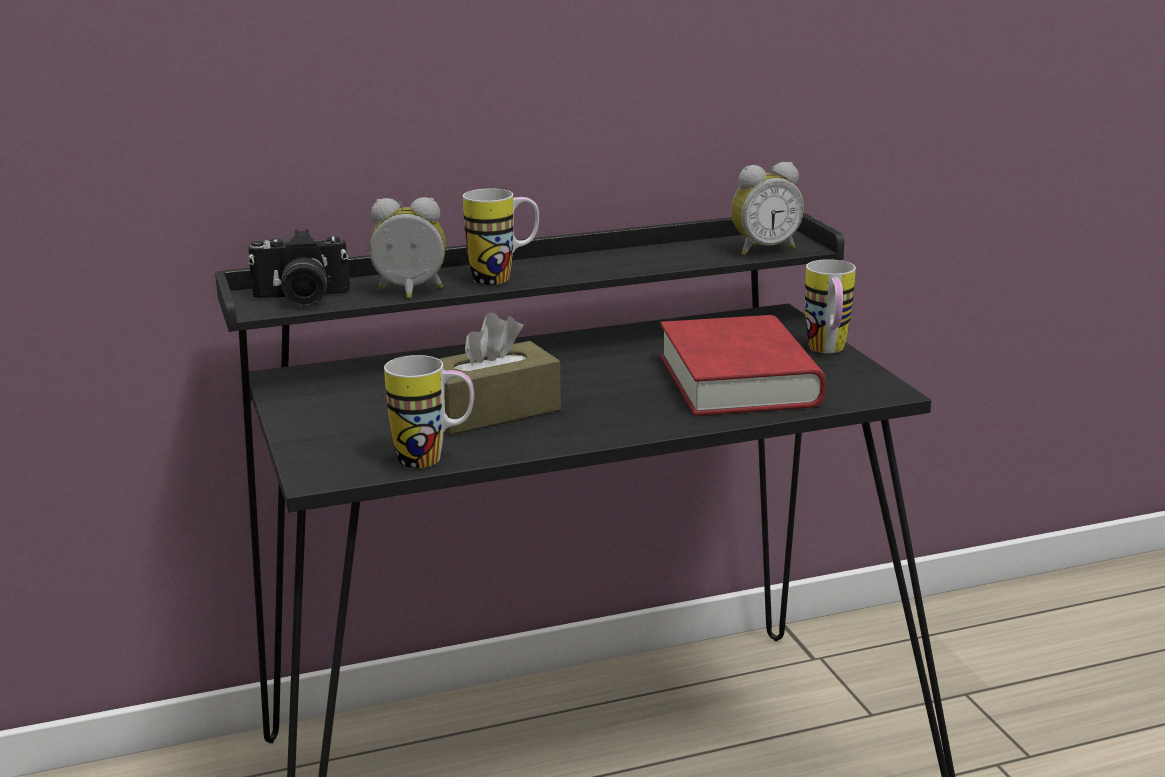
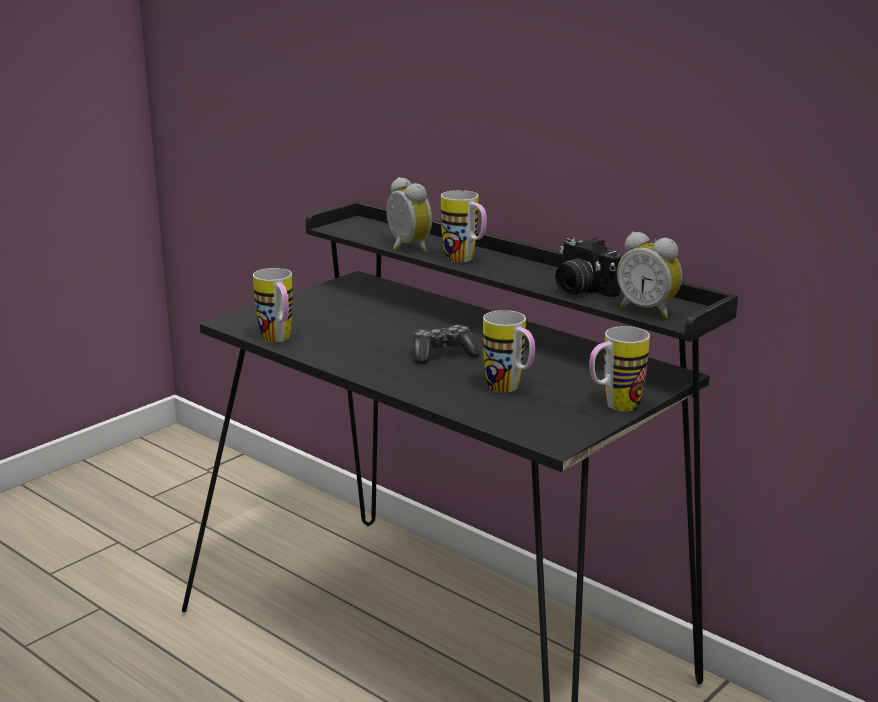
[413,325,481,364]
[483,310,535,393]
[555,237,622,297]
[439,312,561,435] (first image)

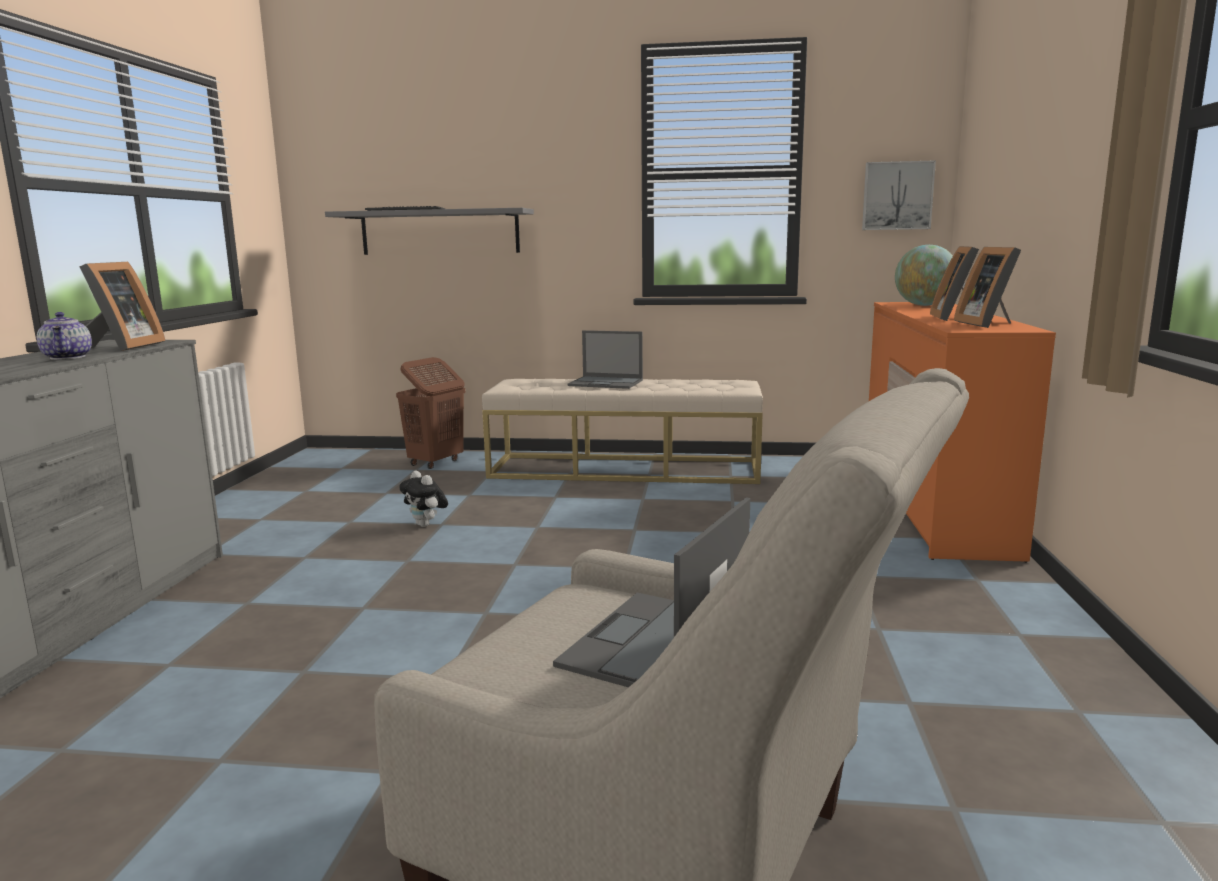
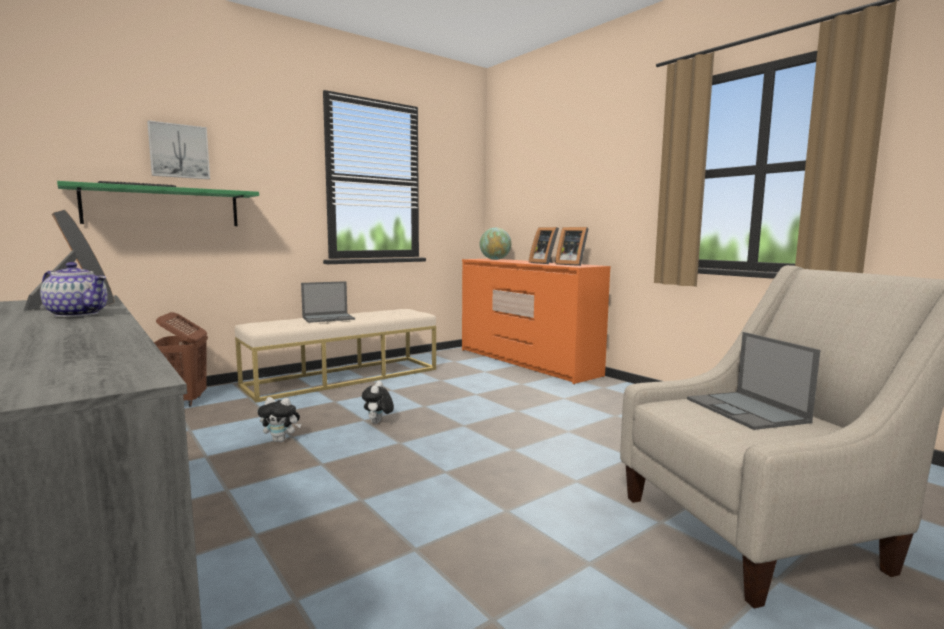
[57,181,259,226]
[147,120,210,179]
[362,381,394,424]

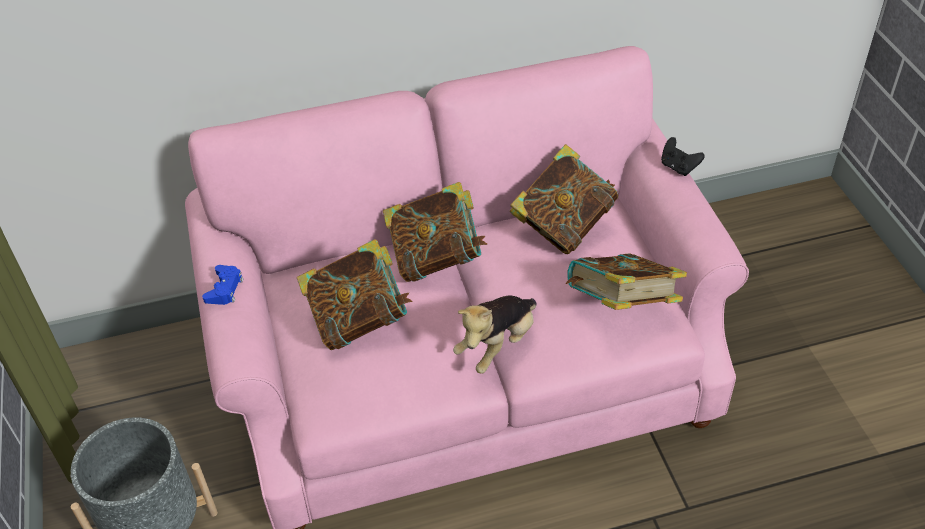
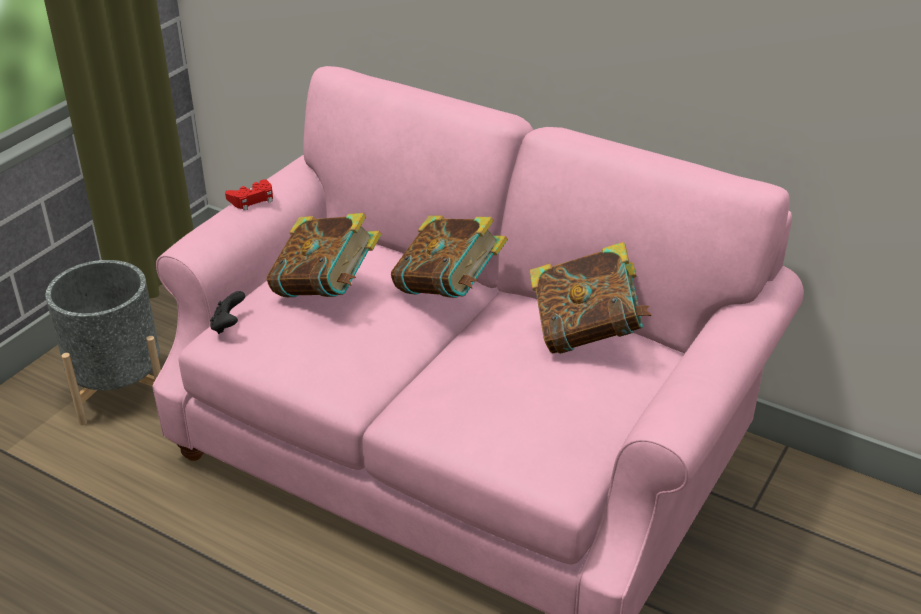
[210,291,245,334]
[225,179,273,210]
[453,295,537,374] (first image)
[566,253,687,310] (first image)

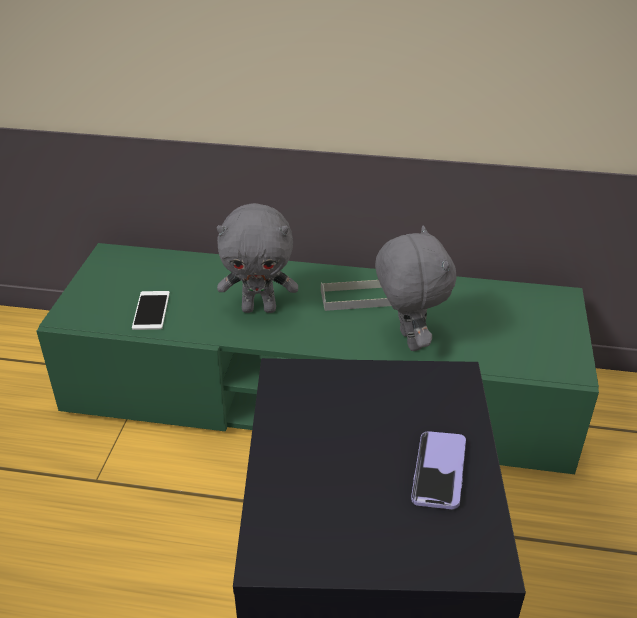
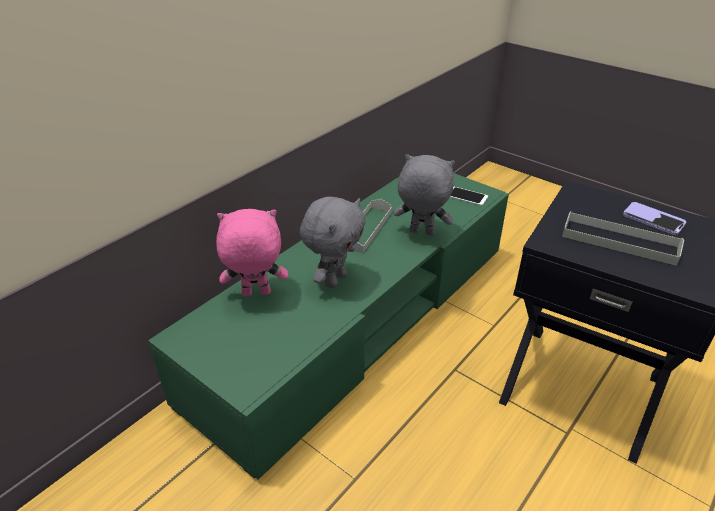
[216,209,288,296]
[450,186,488,206]
[562,211,684,266]

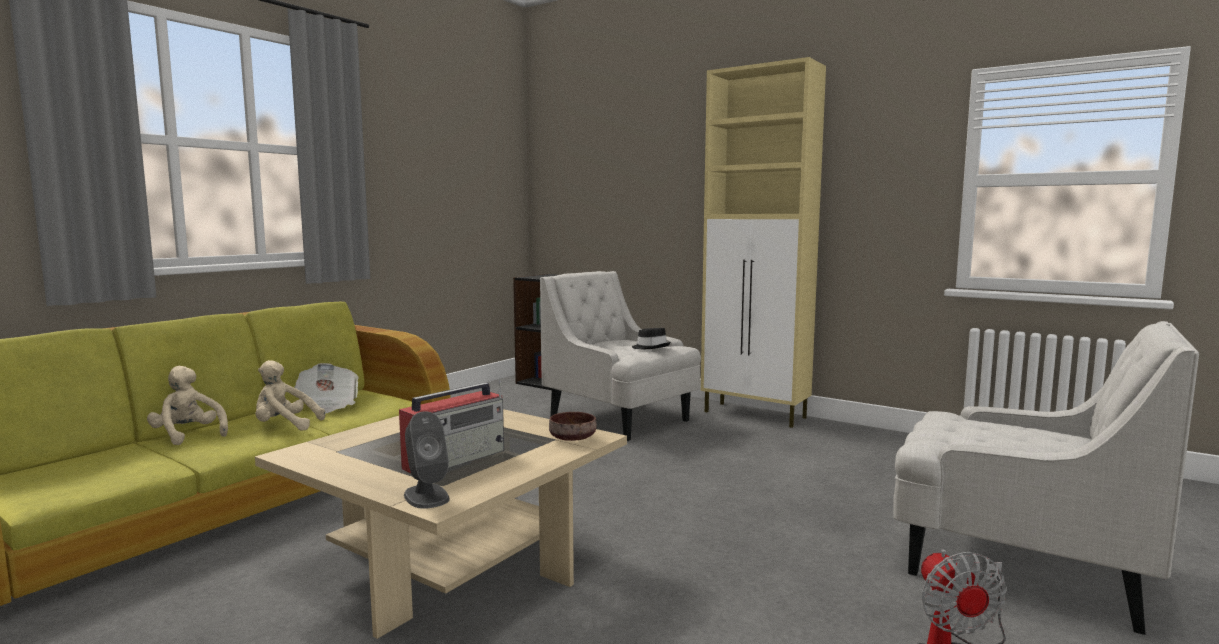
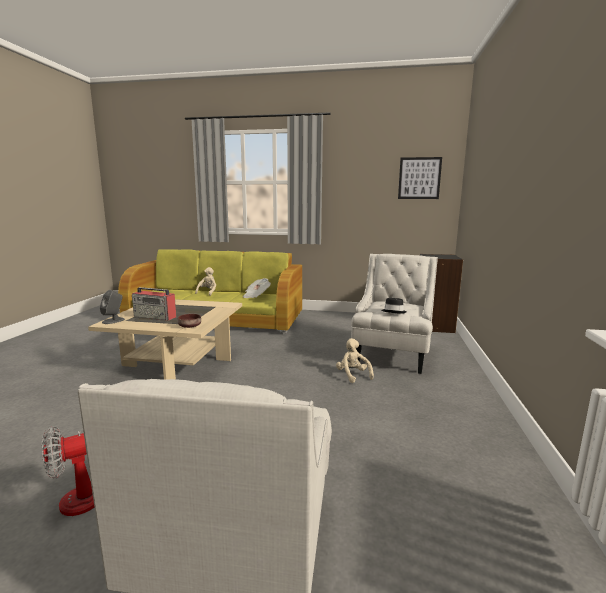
[336,338,374,383]
[398,157,442,199]
[701,57,826,428] (first image)

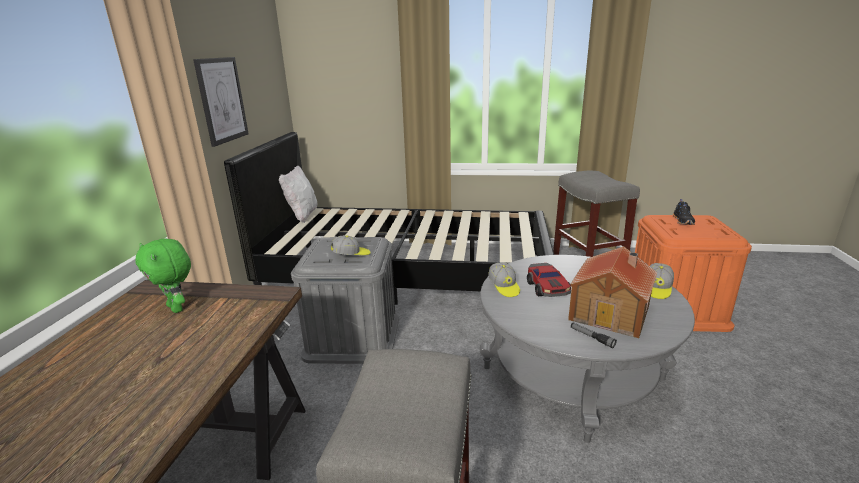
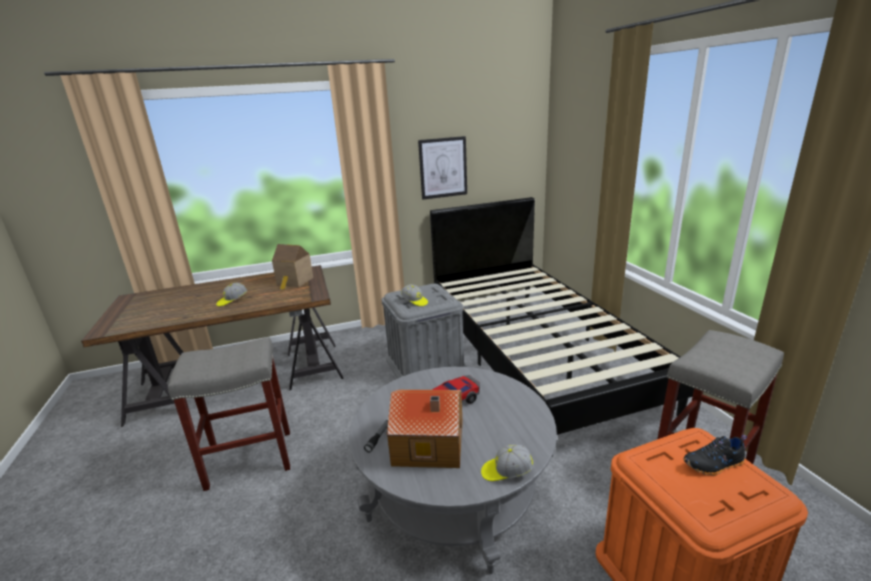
[216,283,247,307]
[272,244,314,290]
[279,166,317,223] (first image)

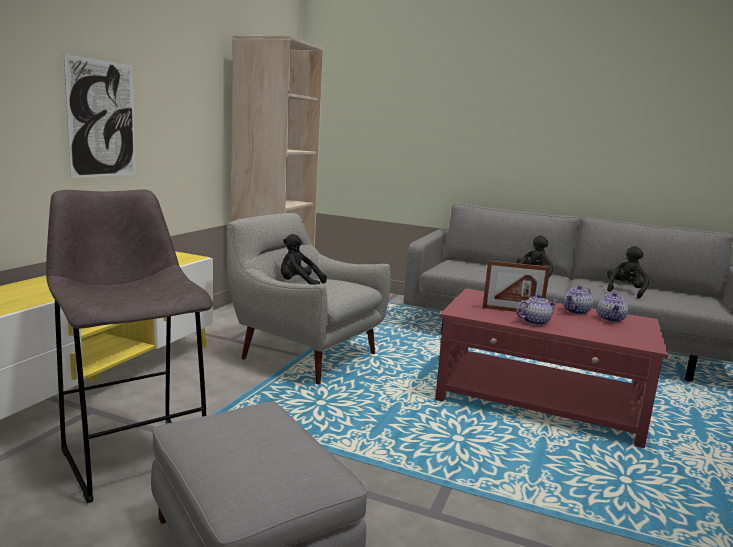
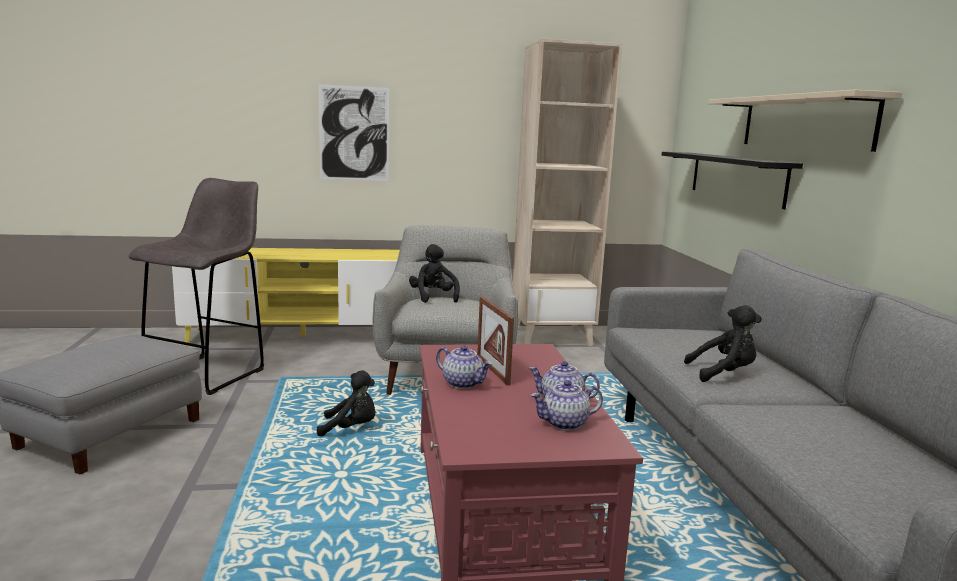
[317,370,375,436]
[662,152,803,209]
[708,89,902,152]

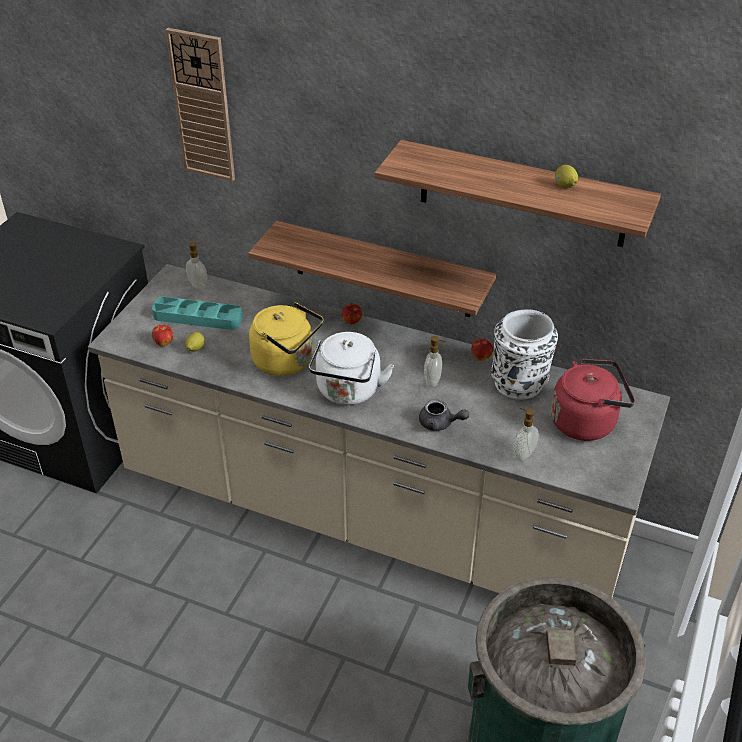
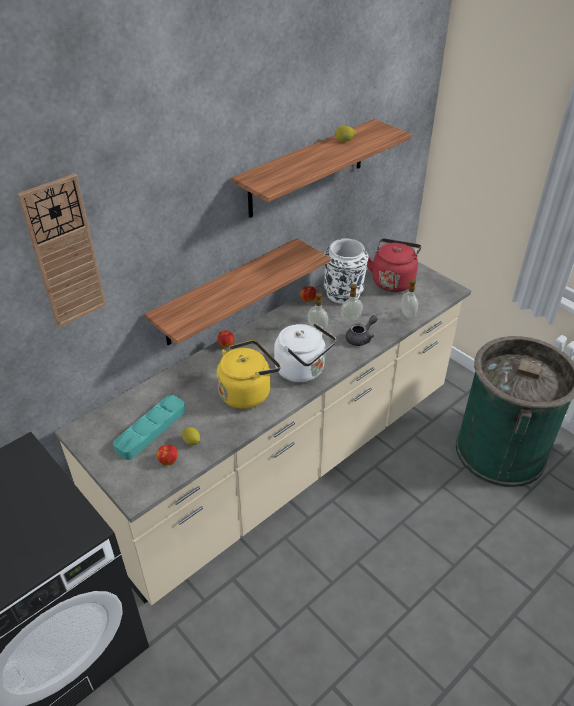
[341,283,363,322]

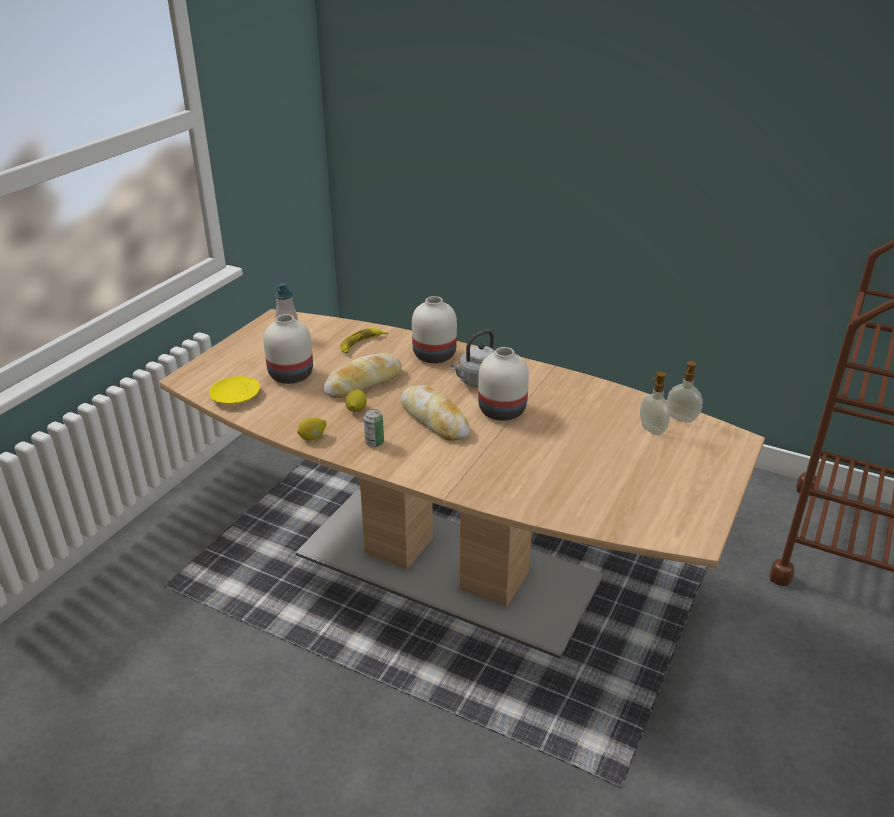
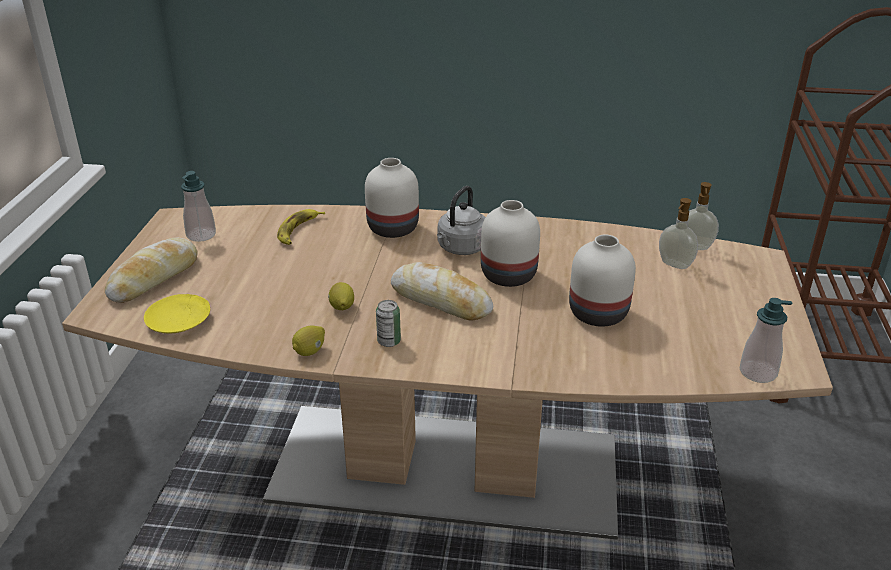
[105,238,198,303]
[569,235,636,327]
[740,298,792,383]

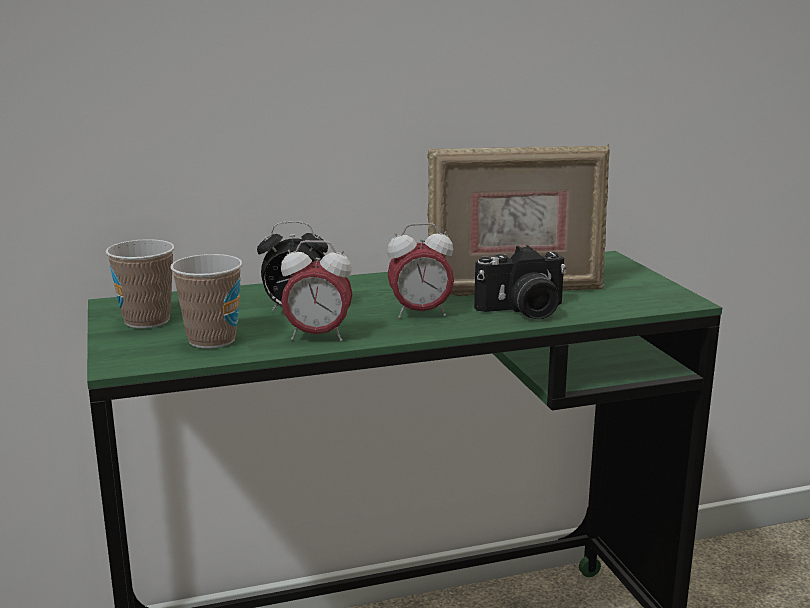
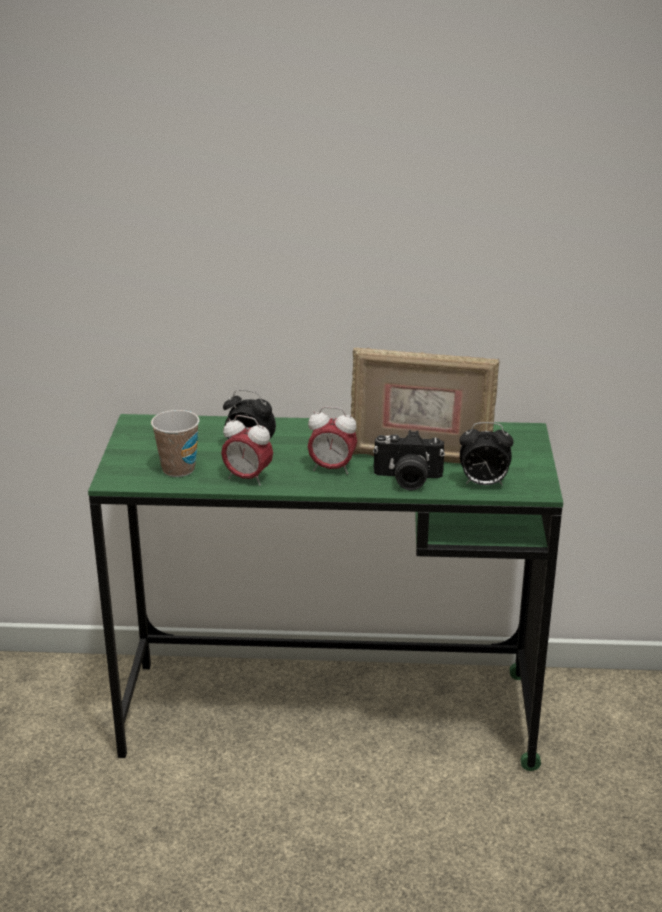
[460,422,514,486]
[106,239,175,329] (first image)

